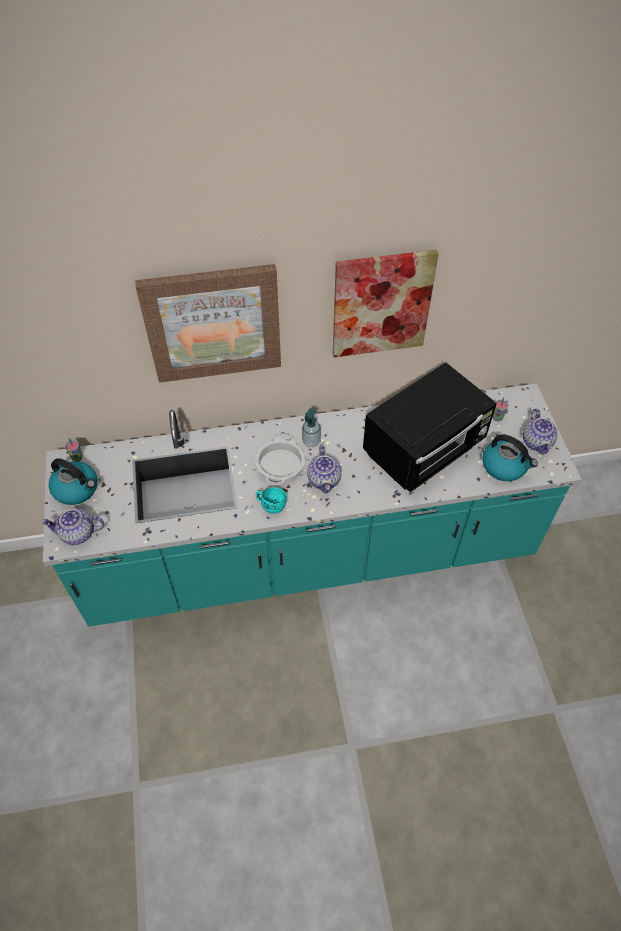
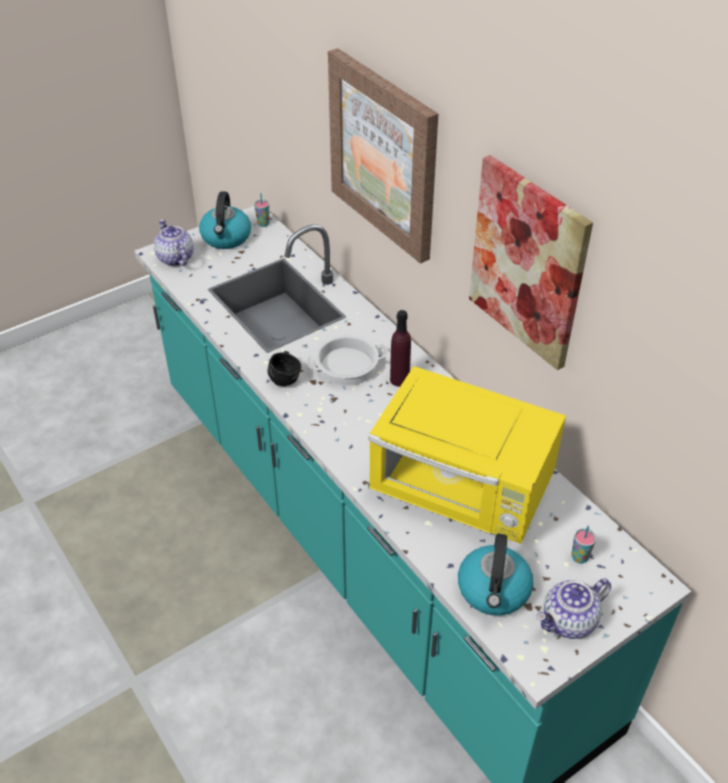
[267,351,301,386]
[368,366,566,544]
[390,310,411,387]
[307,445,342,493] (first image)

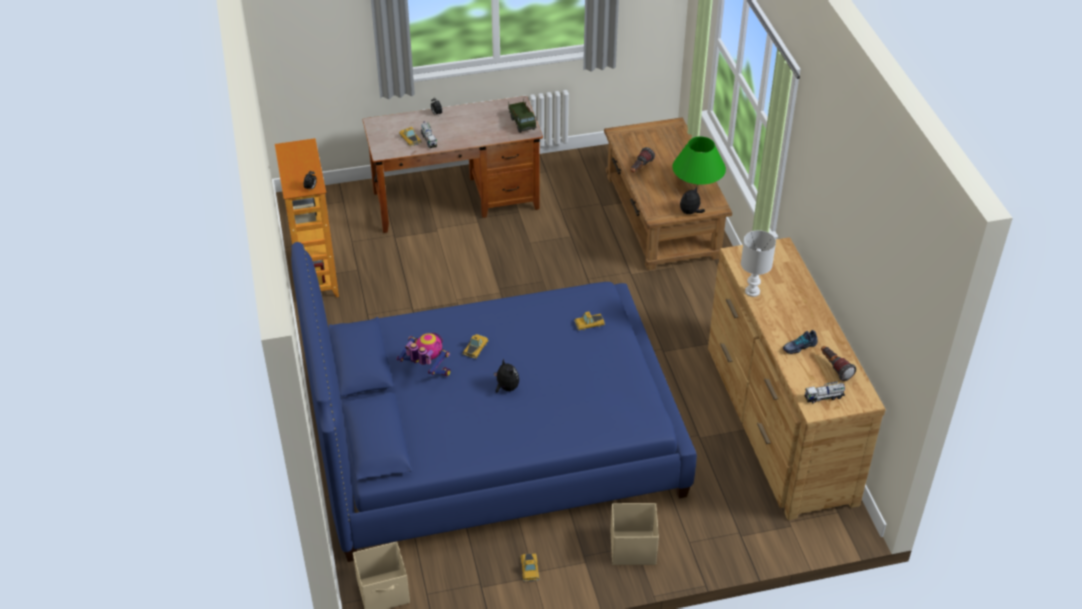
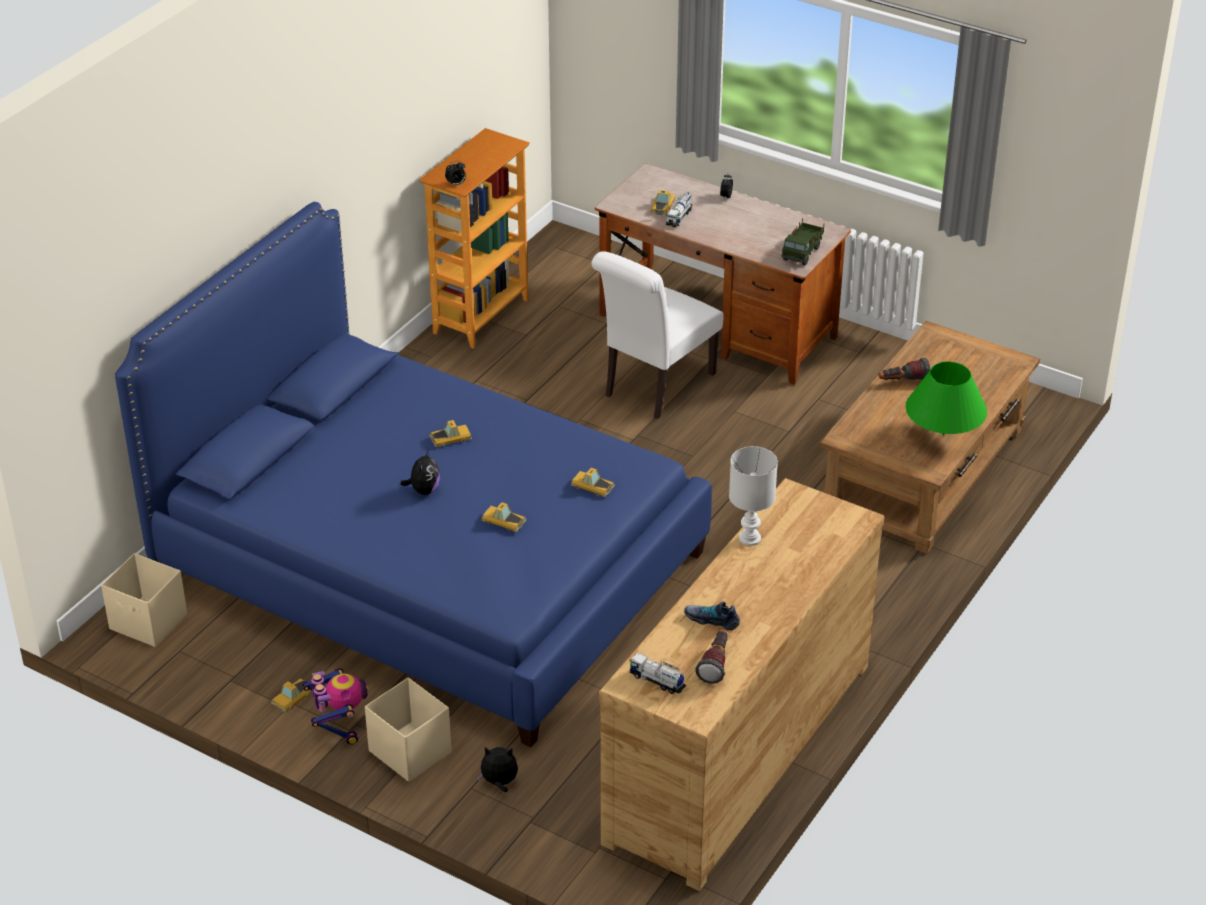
[302,668,368,745]
[477,747,518,792]
[481,502,527,532]
[592,251,723,419]

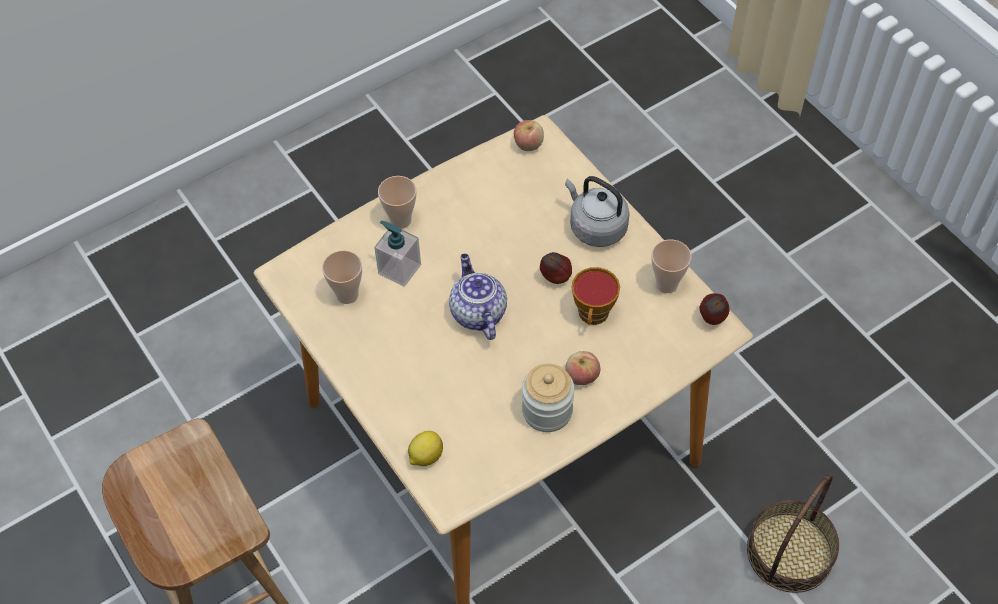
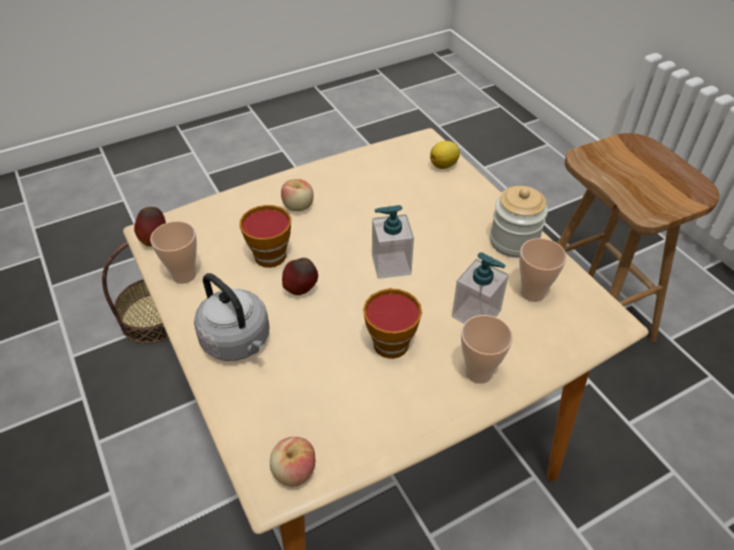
[363,288,422,359]
[372,205,414,279]
[490,186,548,258]

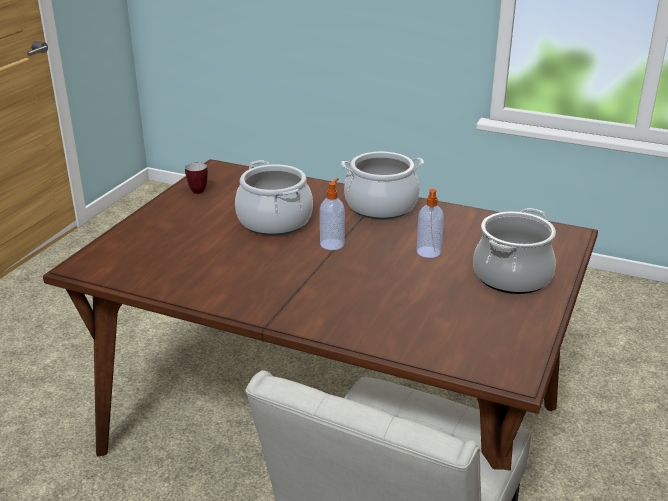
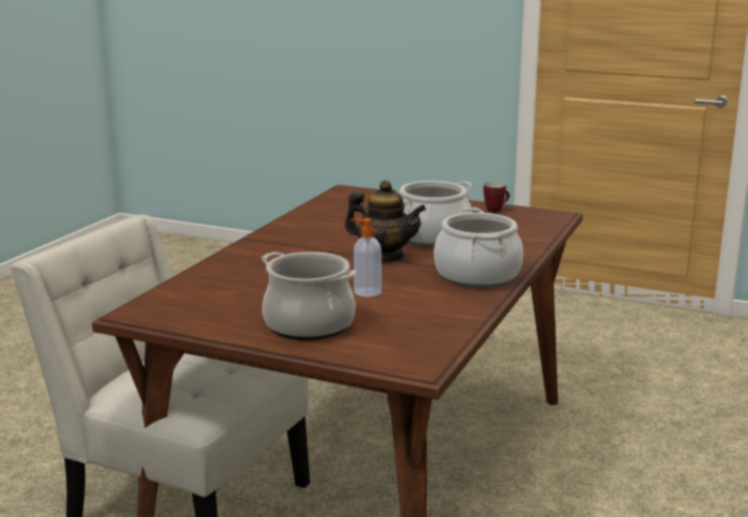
[345,180,426,261]

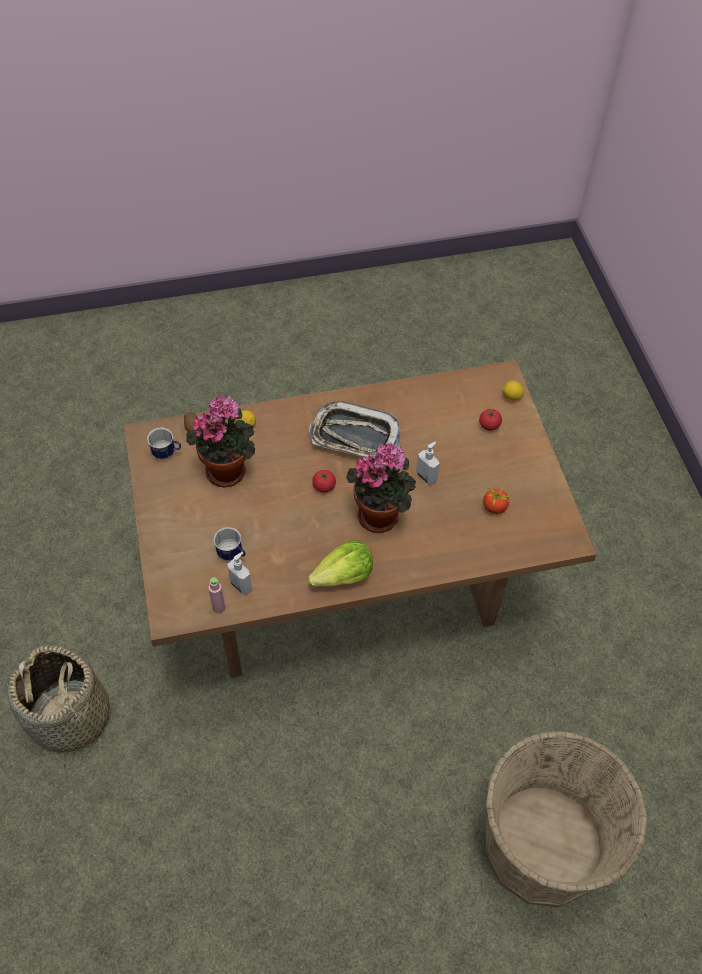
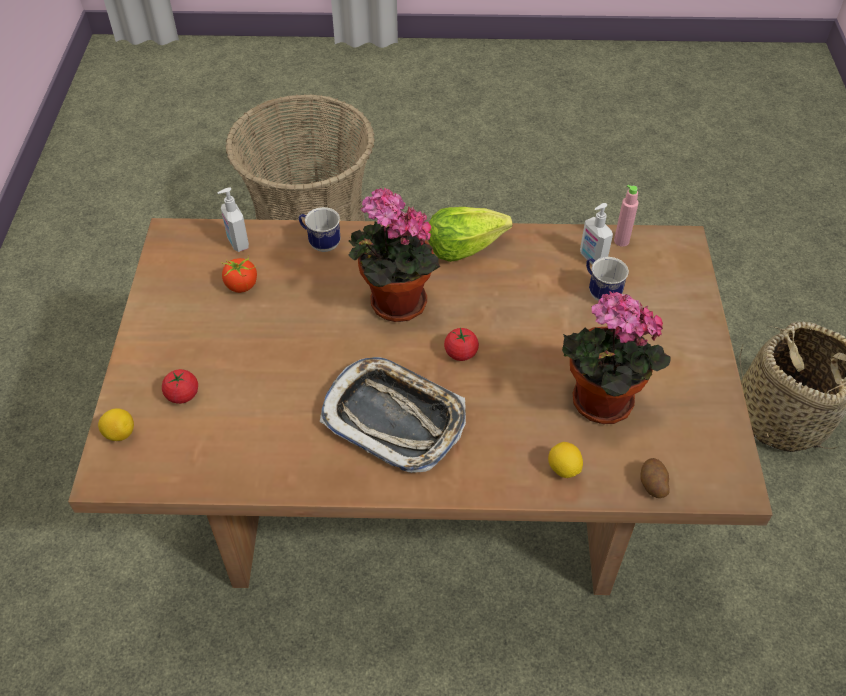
[217,187,249,252]
[299,207,340,252]

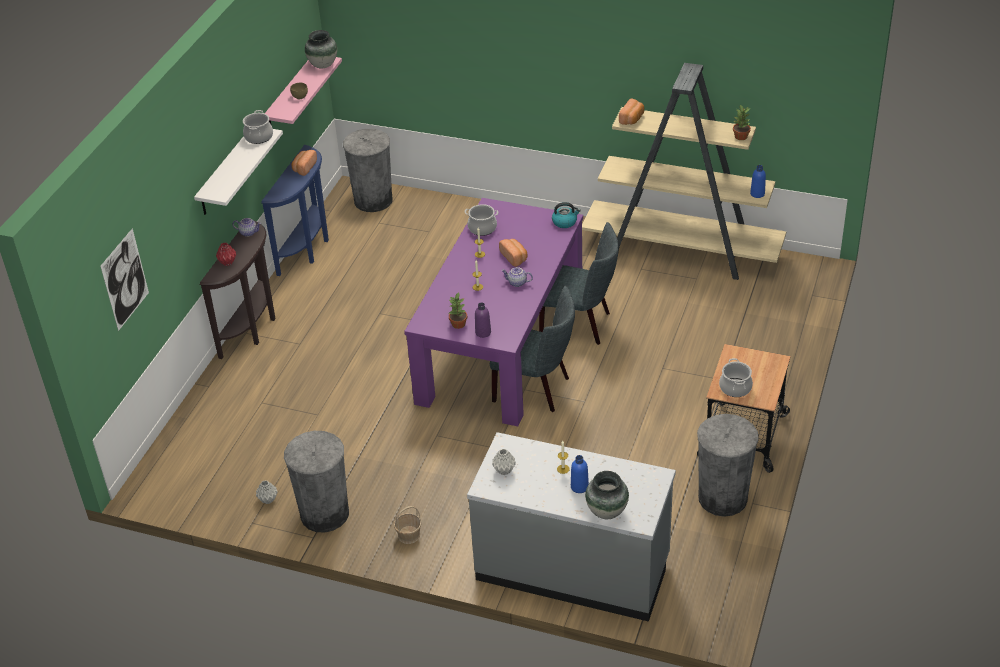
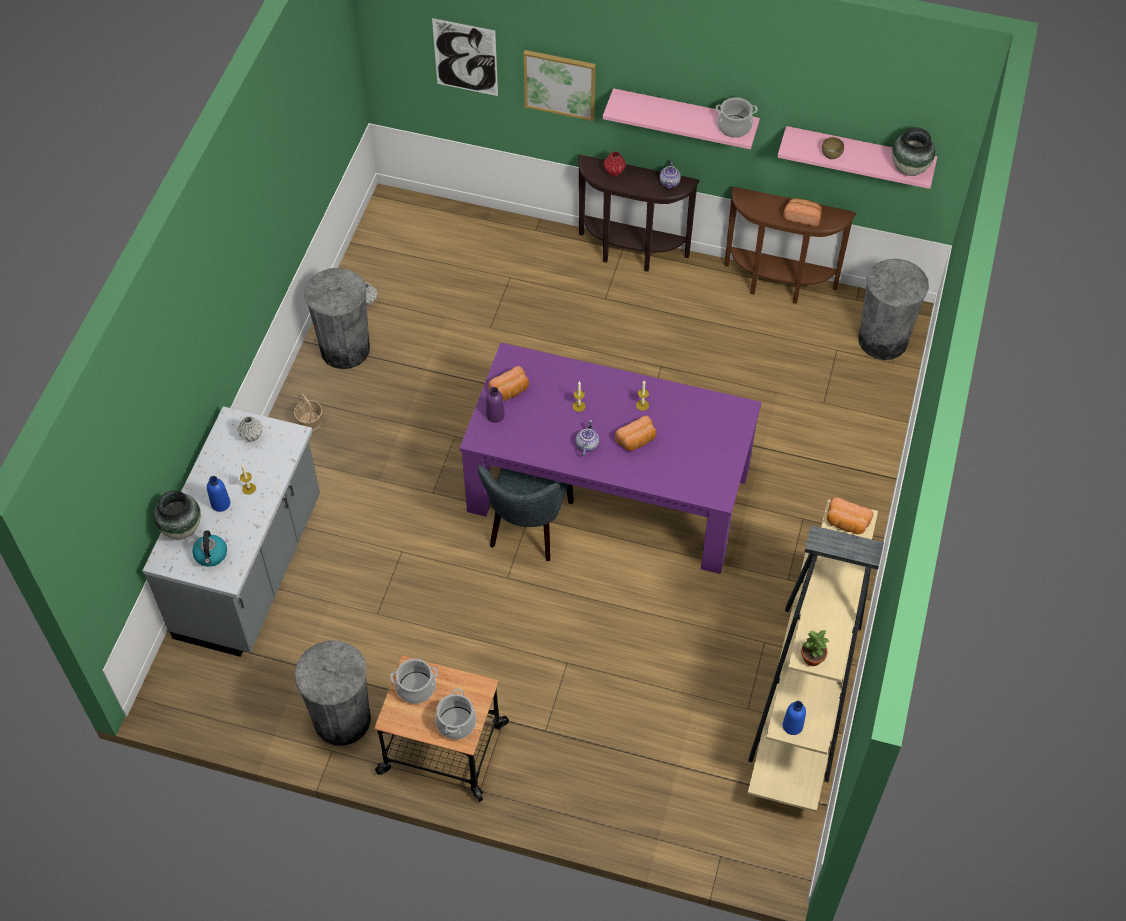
[192,530,227,567]
[435,689,477,739]
[488,366,529,401]
[523,50,596,121]
[603,88,760,149]
[724,187,856,304]
[539,222,619,345] (first image)

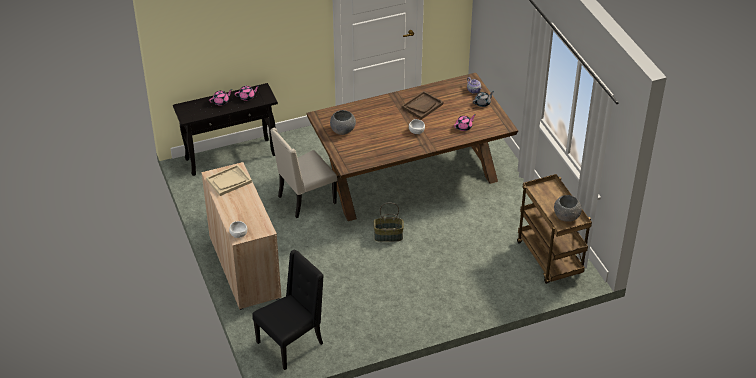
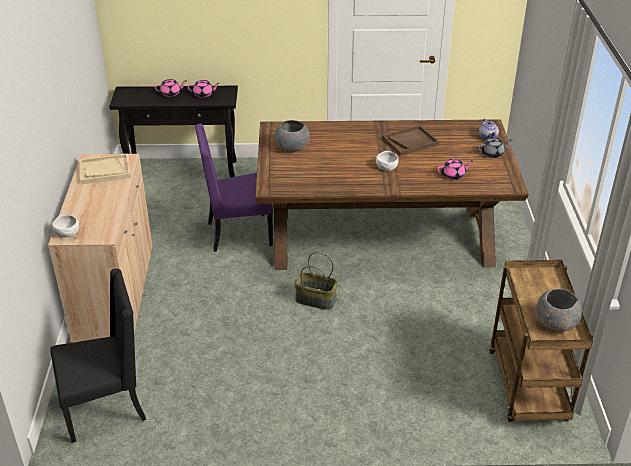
[195,124,273,252]

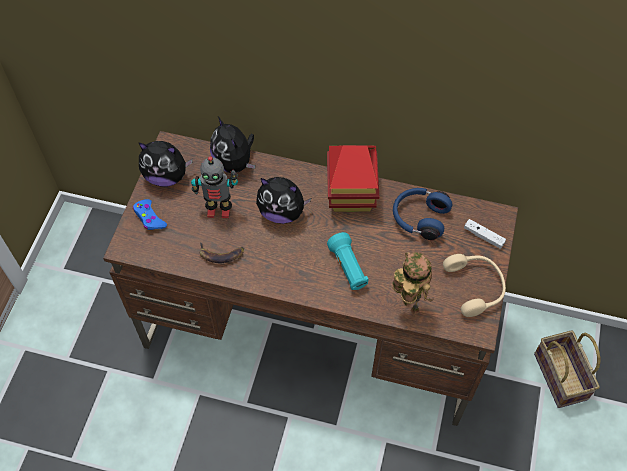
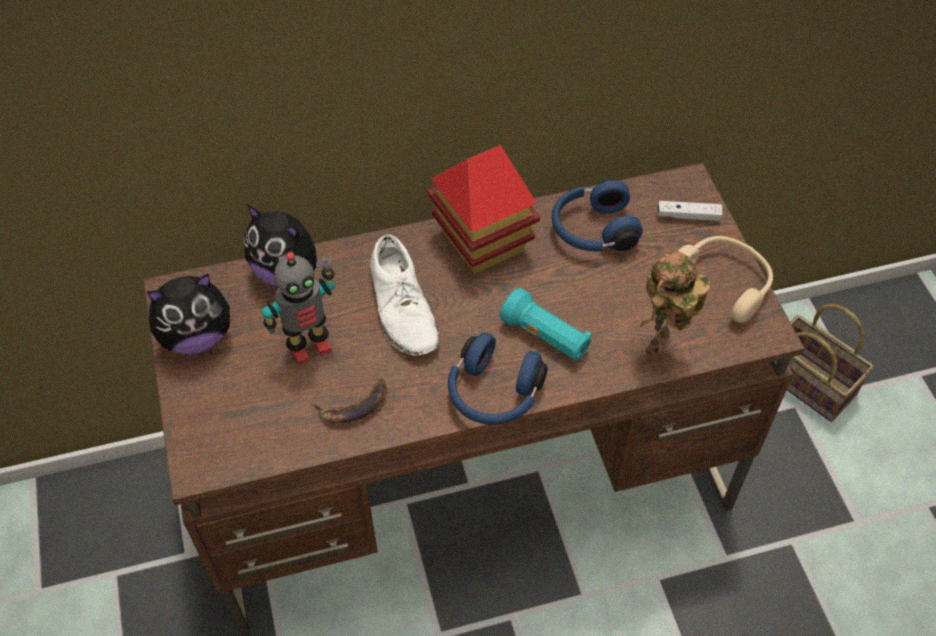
[370,234,440,356]
[448,333,548,425]
[639,251,710,357]
[133,199,167,230] (first image)

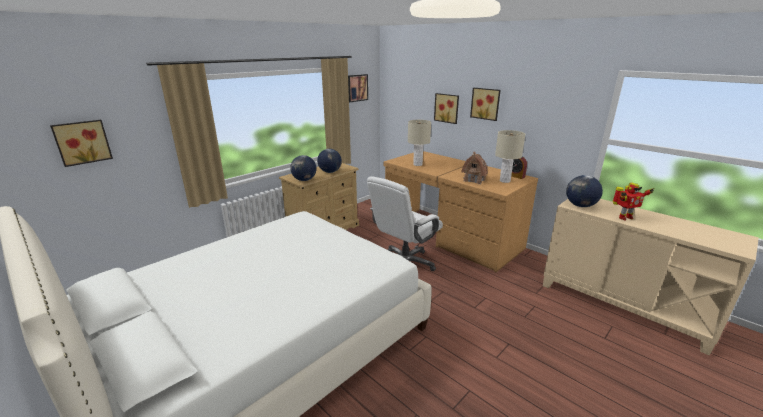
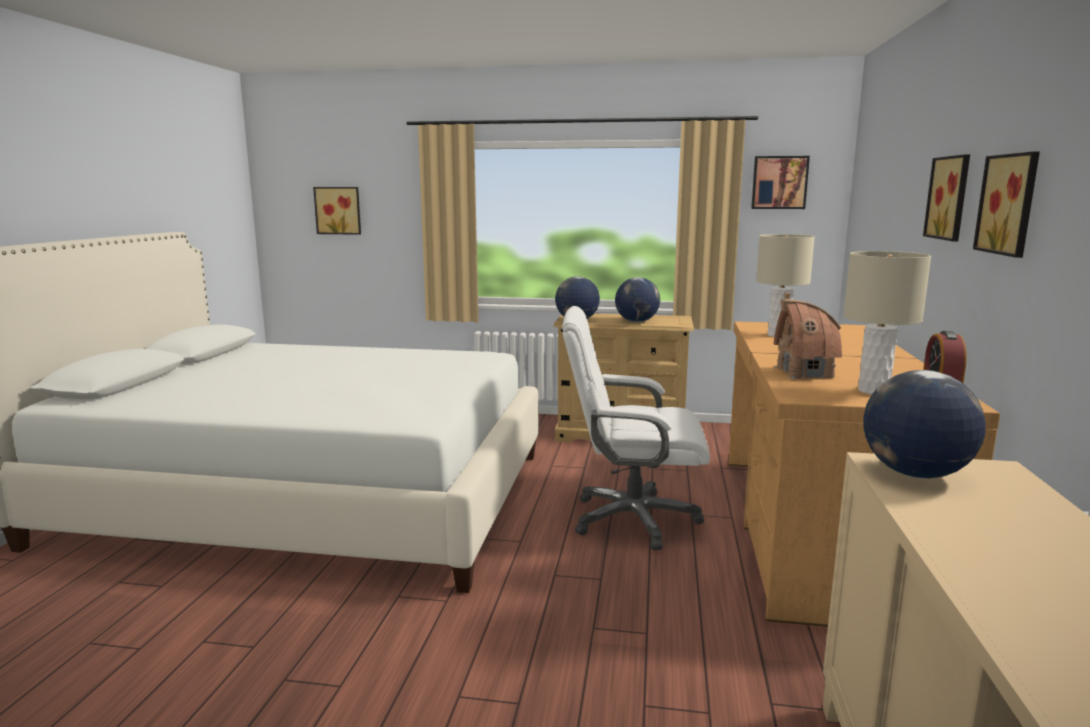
[973,151,1040,258]
[613,183,654,220] (first image)

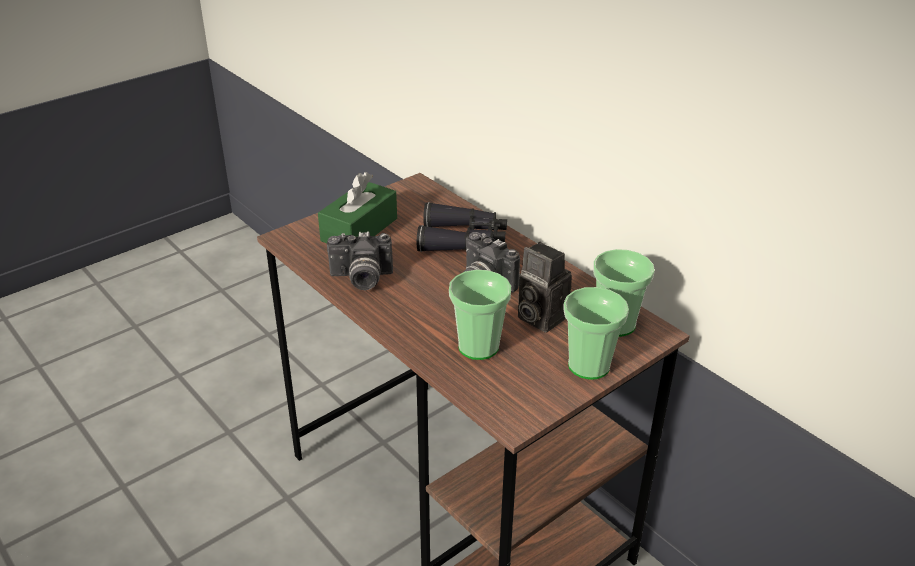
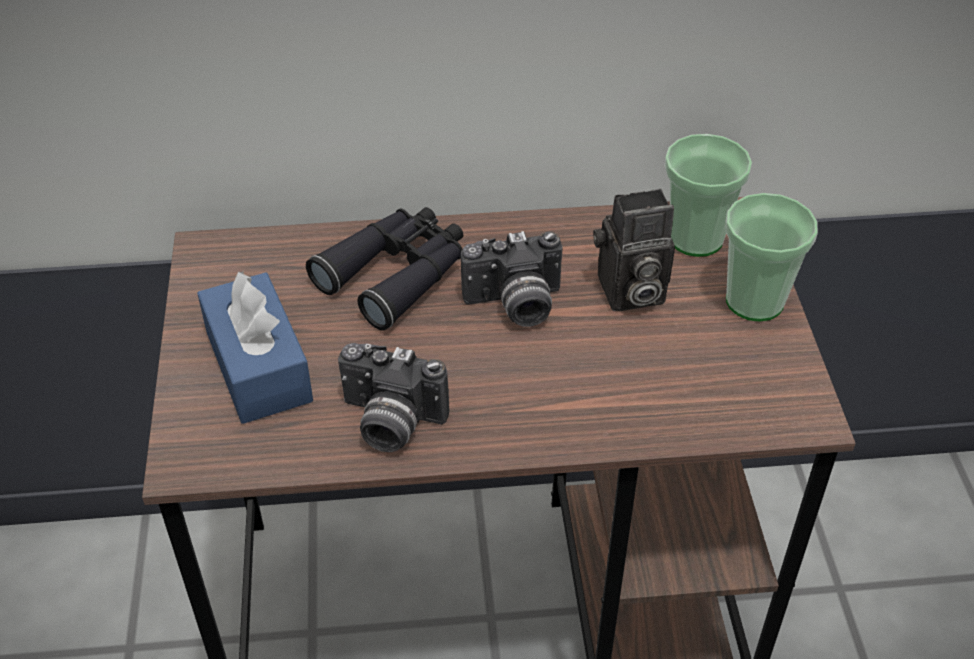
[197,270,313,424]
[338,343,449,452]
[449,270,511,360] (first image)

